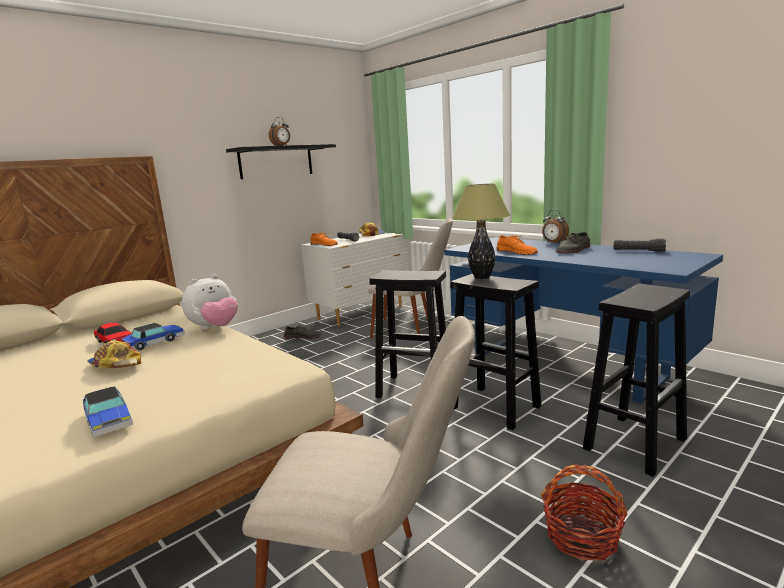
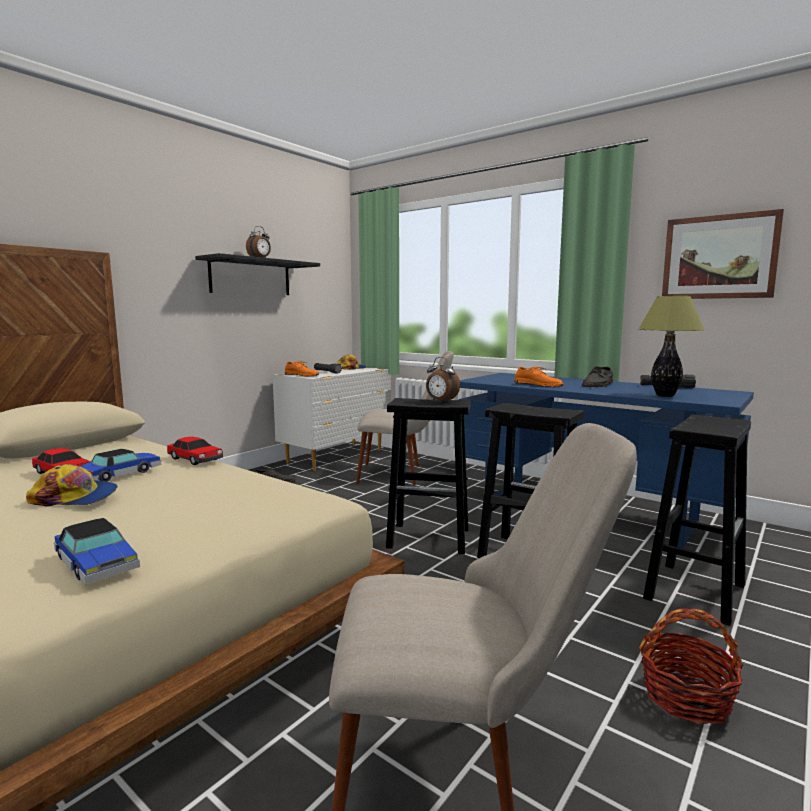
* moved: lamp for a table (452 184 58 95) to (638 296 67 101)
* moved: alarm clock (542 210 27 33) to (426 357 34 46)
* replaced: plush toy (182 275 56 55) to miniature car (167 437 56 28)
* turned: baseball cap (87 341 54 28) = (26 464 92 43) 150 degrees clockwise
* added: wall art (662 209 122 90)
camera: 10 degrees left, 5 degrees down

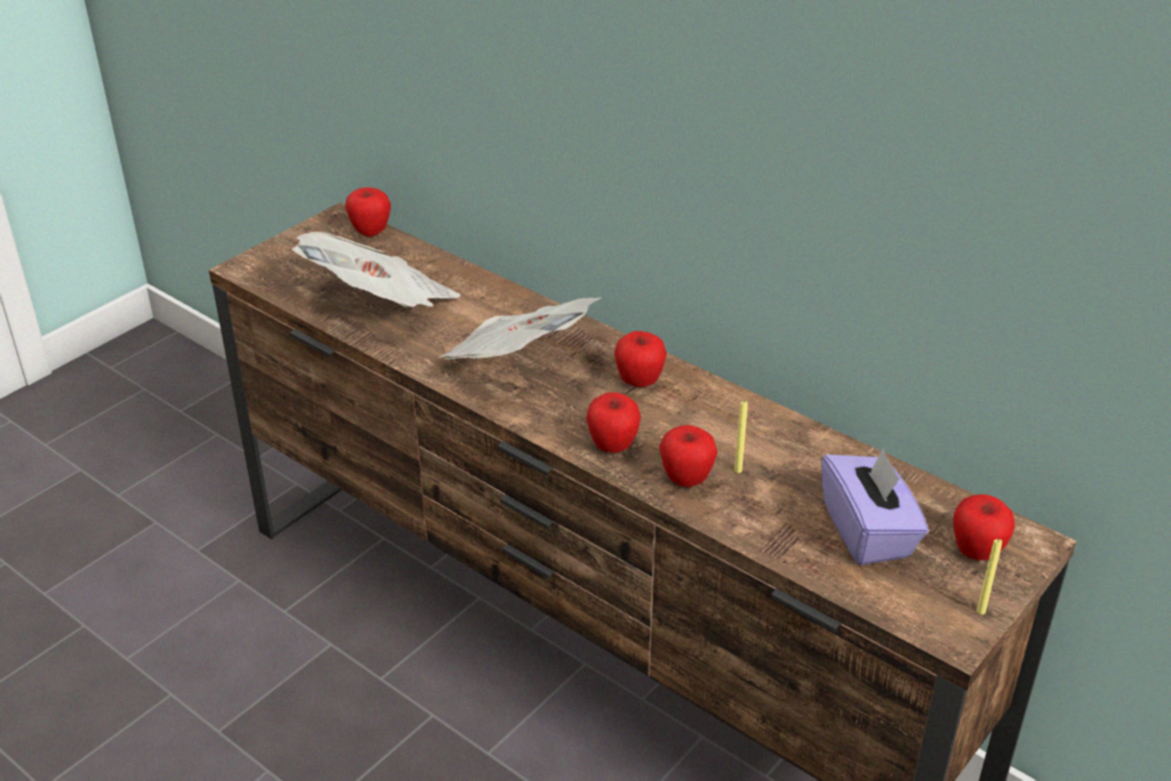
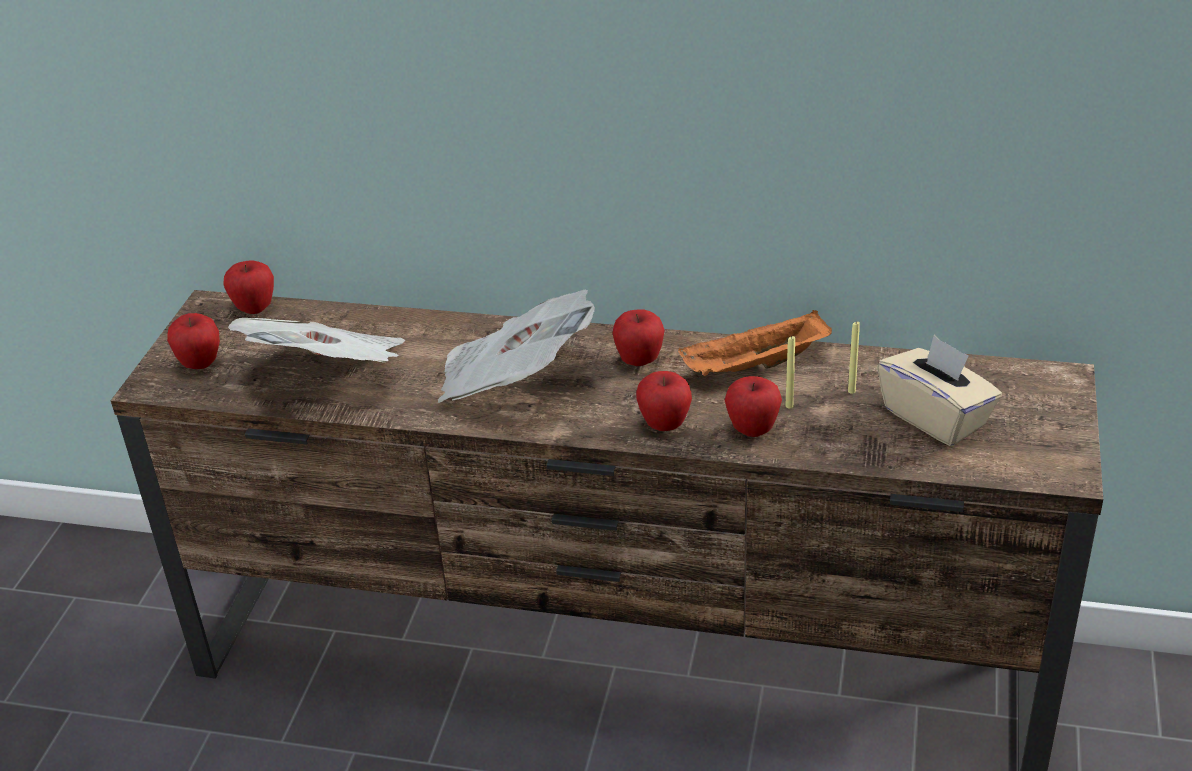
* recoloured: tissue box in purple (821 447 107 118) to tissue box in beige-coloured (877 335 125 111)
* moved: apple fruit (953 494 62 66) to (167 313 53 56)
* moved: wax candle in yellow-coloured (977 538 25 77) to (848 322 12 72)
* added: carrying tray in orangey (678 310 154 66)
camera: 25 degrees left, 0 degrees up

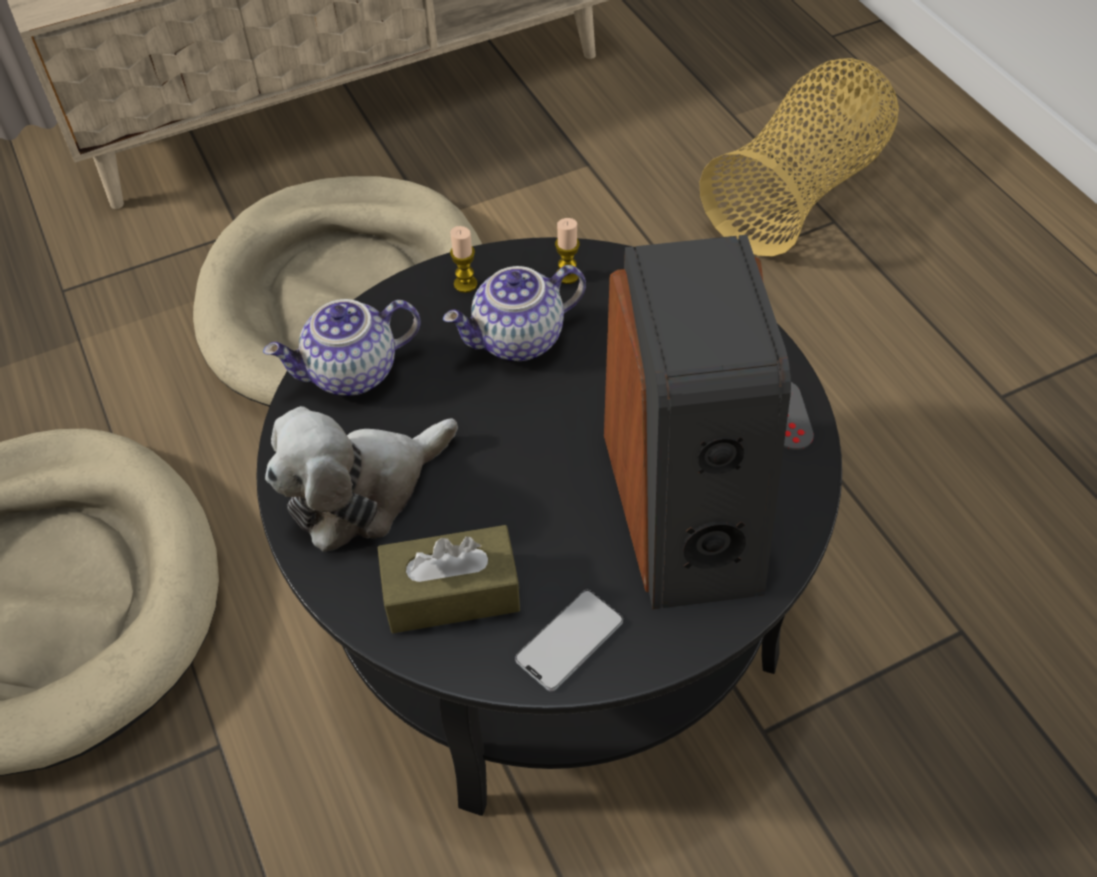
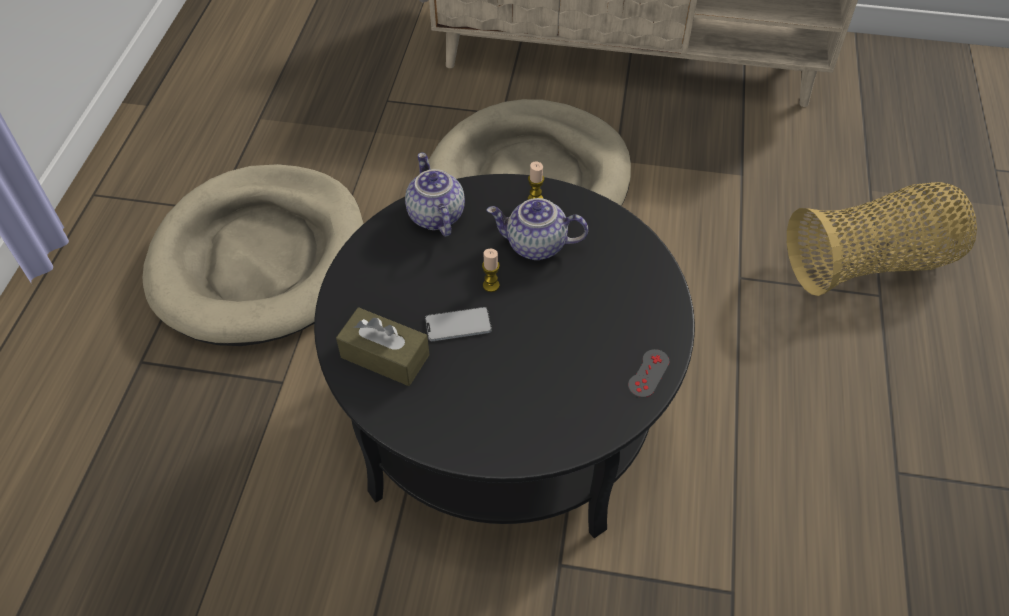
* moved: wax candle (555 218 25 66) to (482 249 18 43)
* removed: audio speaker (604 235 187 374)
* turned: pot for tea (263 299 158 96) = (405 152 60 85) 60 degrees clockwise
* removed: plush toy (265 406 193 146)
* moved: telephone (515 590 108 102) to (425 307 67 34)
camera: 35 degrees right, 0 degrees up

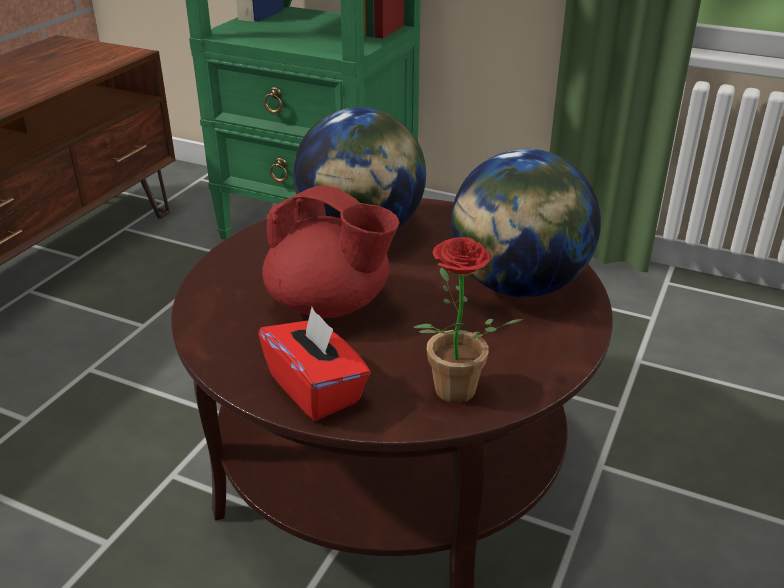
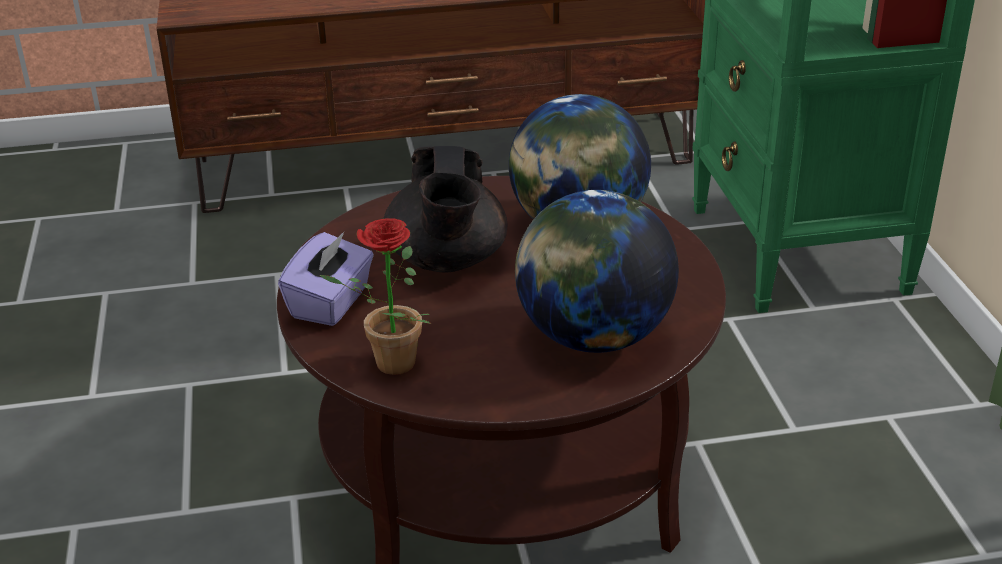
* recoloured: pot for tea in red-coloured (262 185 137 133) to pot for tea in black (383 146 124 126)
* recoloured: tissue box in red-coloured (258 307 112 114) to tissue box in purple (278 232 96 94)
camera: 55 degrees right, 0 degrees up

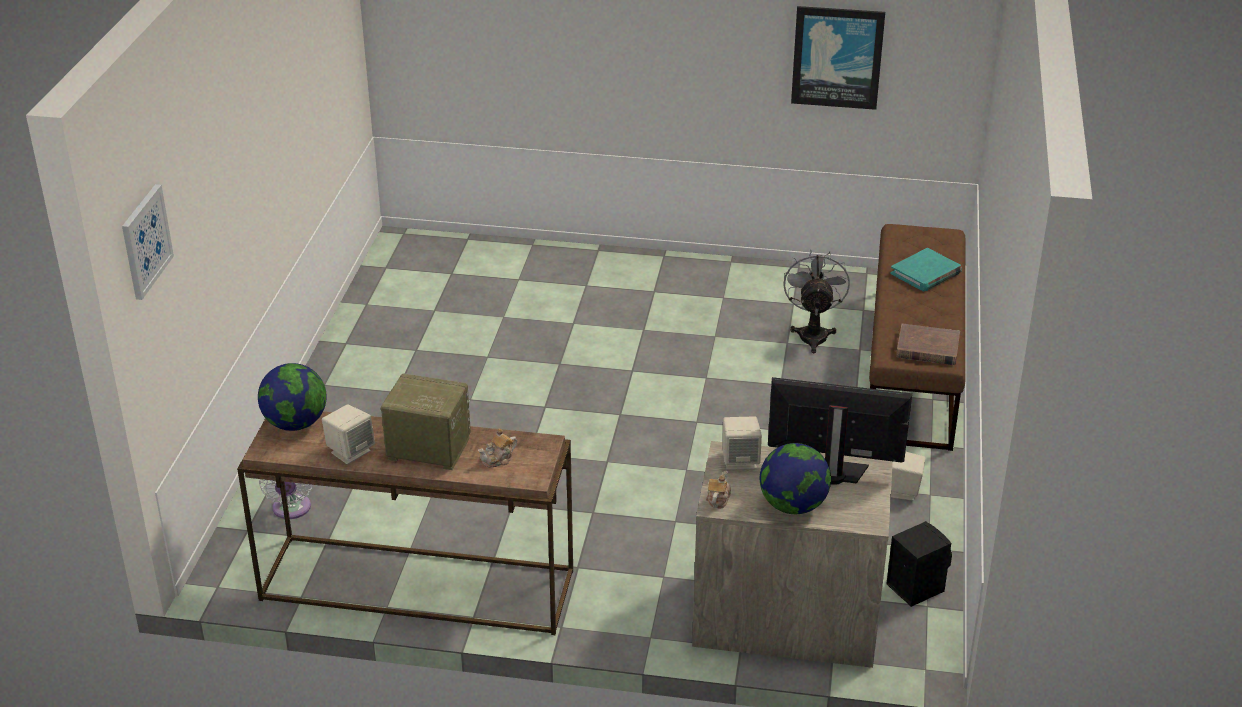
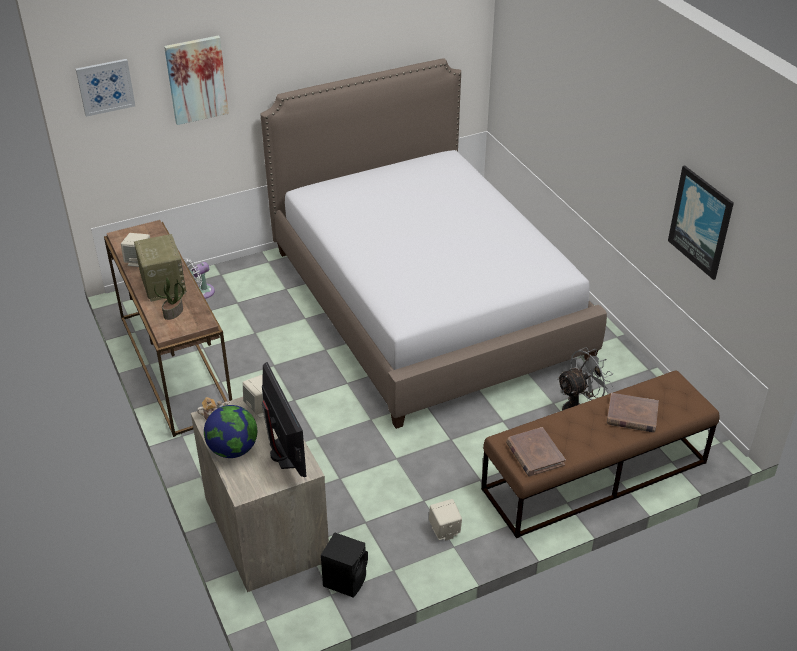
* recoloured: bound book in blue-green (890 248 72 43) to bound book in brown-coloured (607 393 52 40)
* removed: globe (258 363 69 68)
* replaced: pot for tea (478 428 39 39) to houseplant (154 277 30 43)
* added: wall art (164 36 65 89)
* added: bedroom bed (261 58 346 371)
camera: 55 degrees right, 5 degrees up

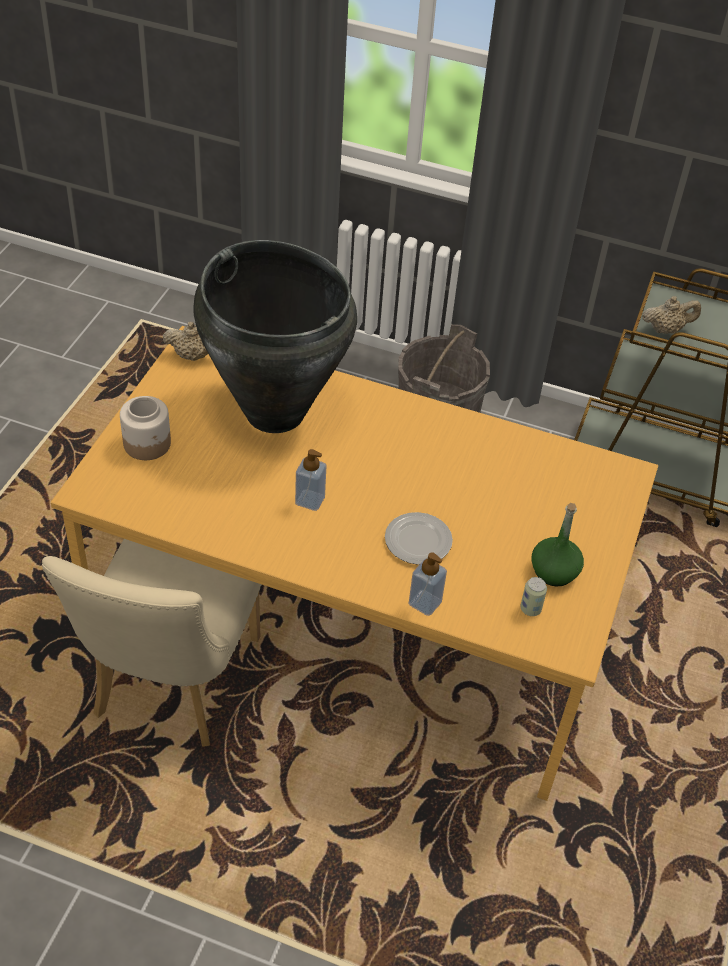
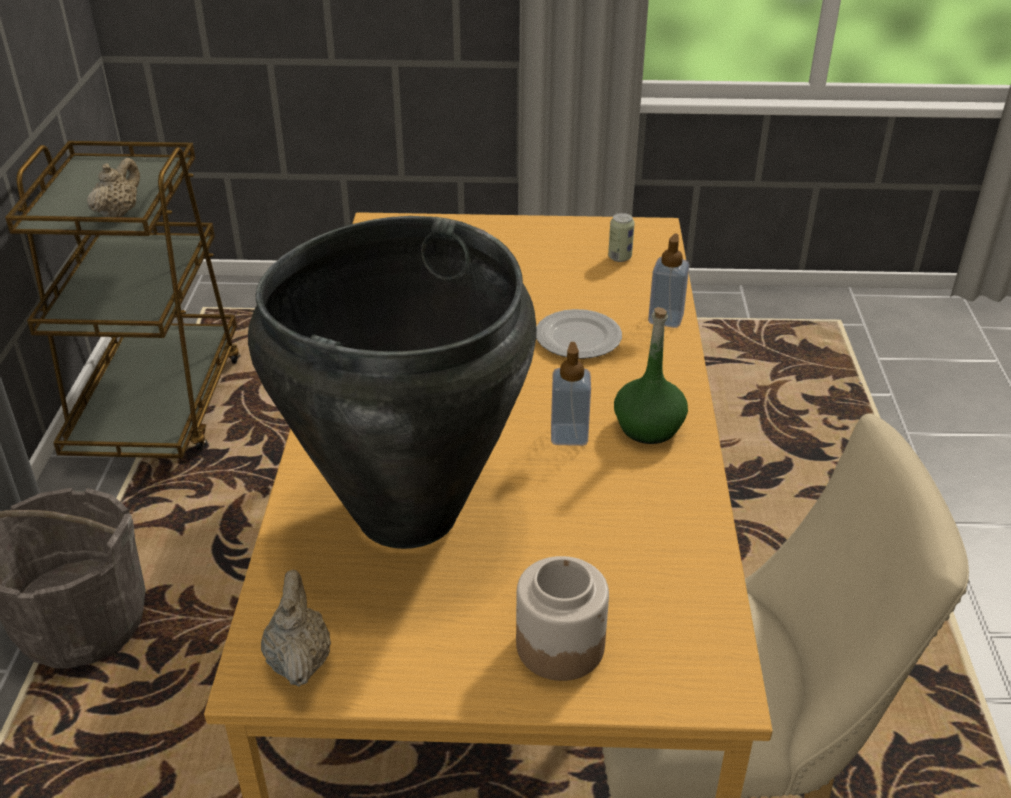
* turned: pot for tea in beige-coloured (642 296 59 38) = (87 158 53 59) 45 degrees clockwise
* moved: bottle in green (531 503 53 84) to (614 307 74 137)
camera: 105 degrees left, 10 degrees down

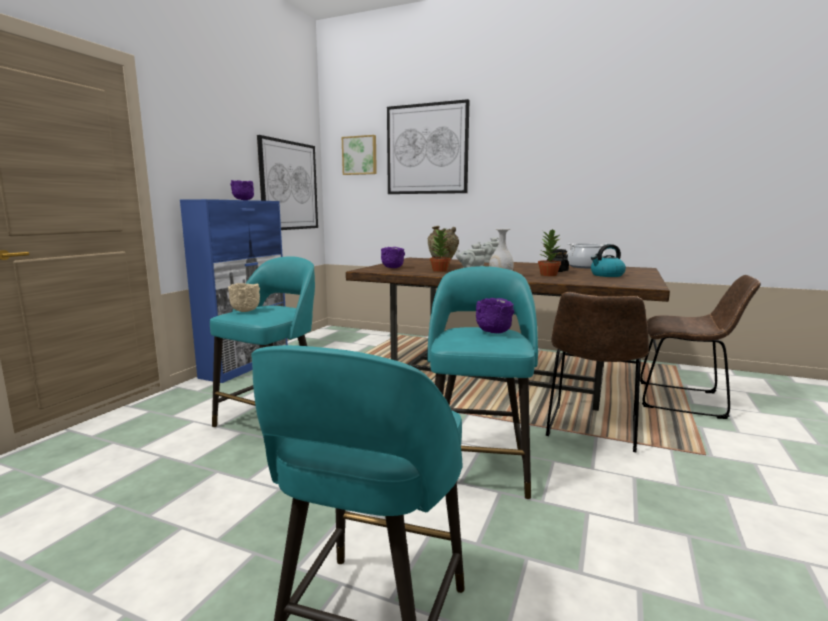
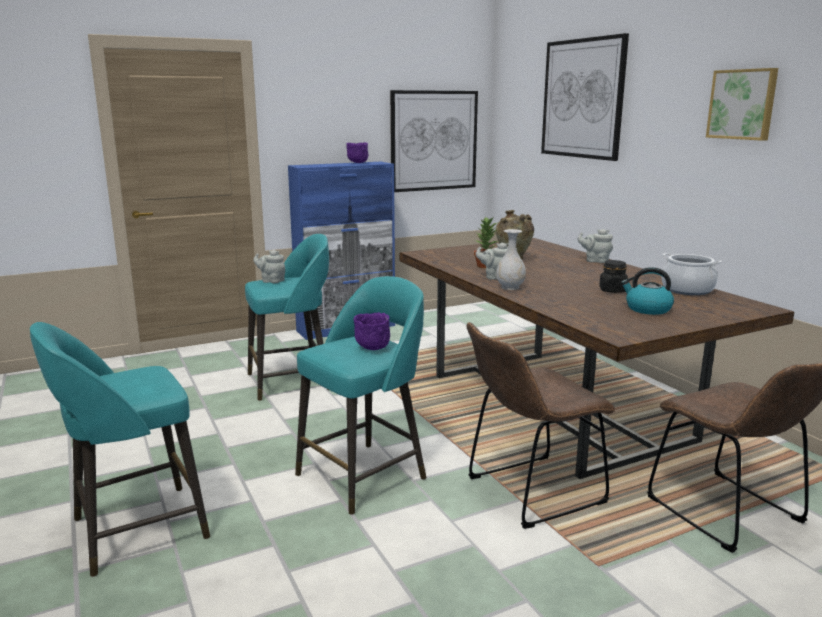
* moved: wall art (342 135 35 40) to (706 68 72 73)
* removed: houseplant (538 229 23 47)
* removed: serving bowl in purple (381 247 24 21)
* replaced: serving bowl in beige-coloured (228 283 32 29) to pot for tea in grey (253 250 32 33)
camera: 40 degrees right, 5 degrees up

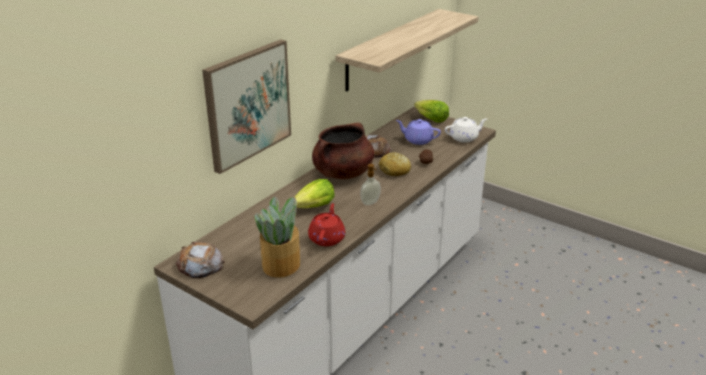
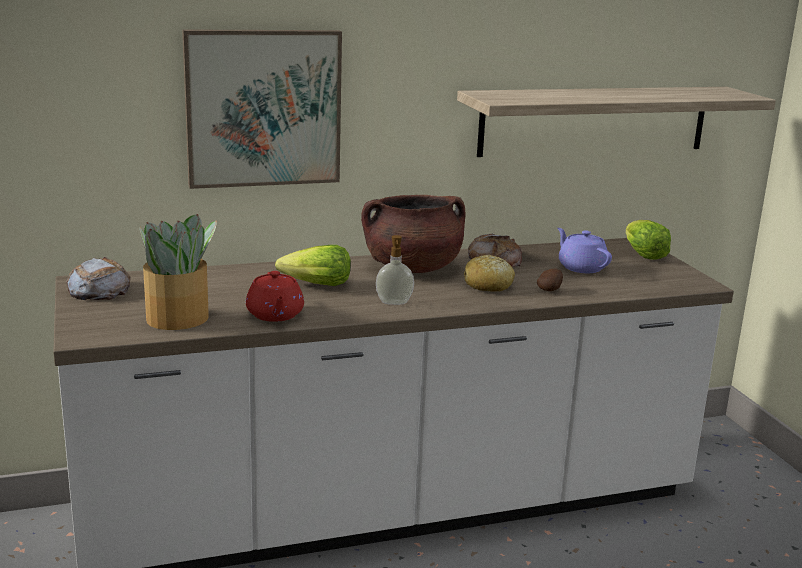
* removed: pot for tea in white-coloured (445 117 42 25)
* turned: pot for tea in red-coloured (308 203 37 43) = (246 271 58 51) 120 degrees clockwise
camera: 35 degrees right, 10 degrees down

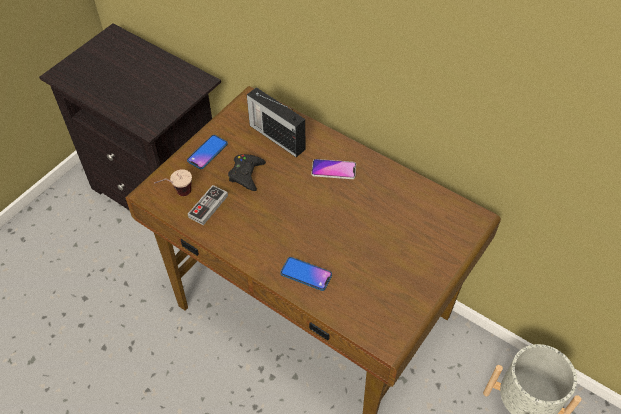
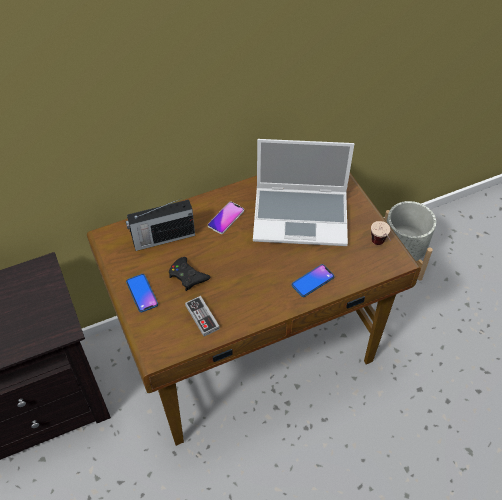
* moved: small cup (154 169 38 27) to (371 221 20 24)
* added: portable computer (253 139 101 107)
camera: 60 degrees left, 0 degrees up

